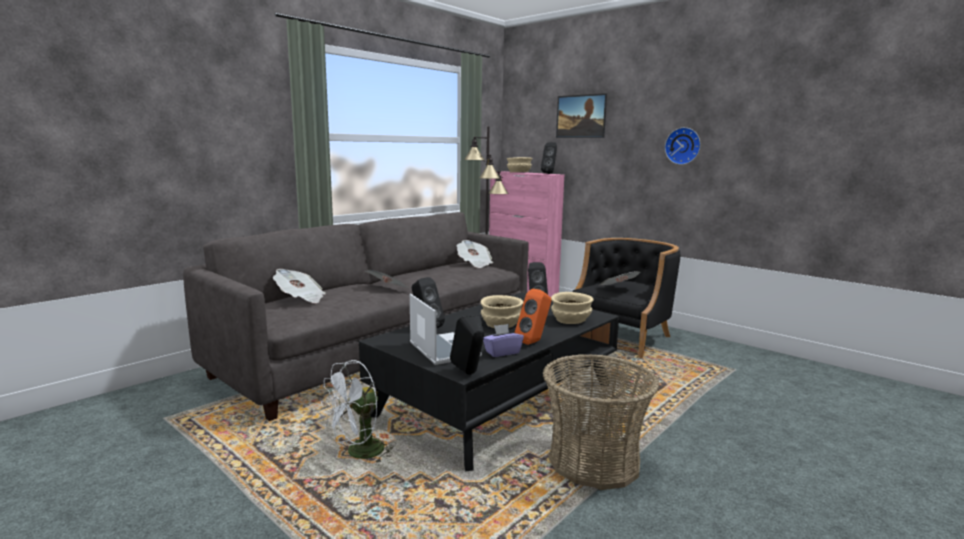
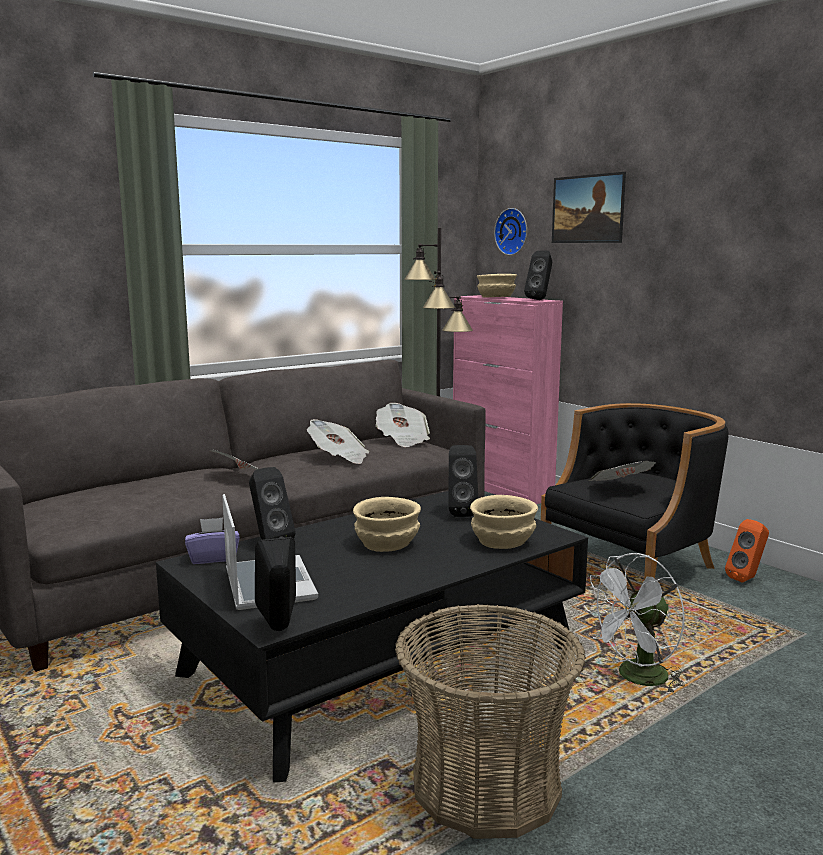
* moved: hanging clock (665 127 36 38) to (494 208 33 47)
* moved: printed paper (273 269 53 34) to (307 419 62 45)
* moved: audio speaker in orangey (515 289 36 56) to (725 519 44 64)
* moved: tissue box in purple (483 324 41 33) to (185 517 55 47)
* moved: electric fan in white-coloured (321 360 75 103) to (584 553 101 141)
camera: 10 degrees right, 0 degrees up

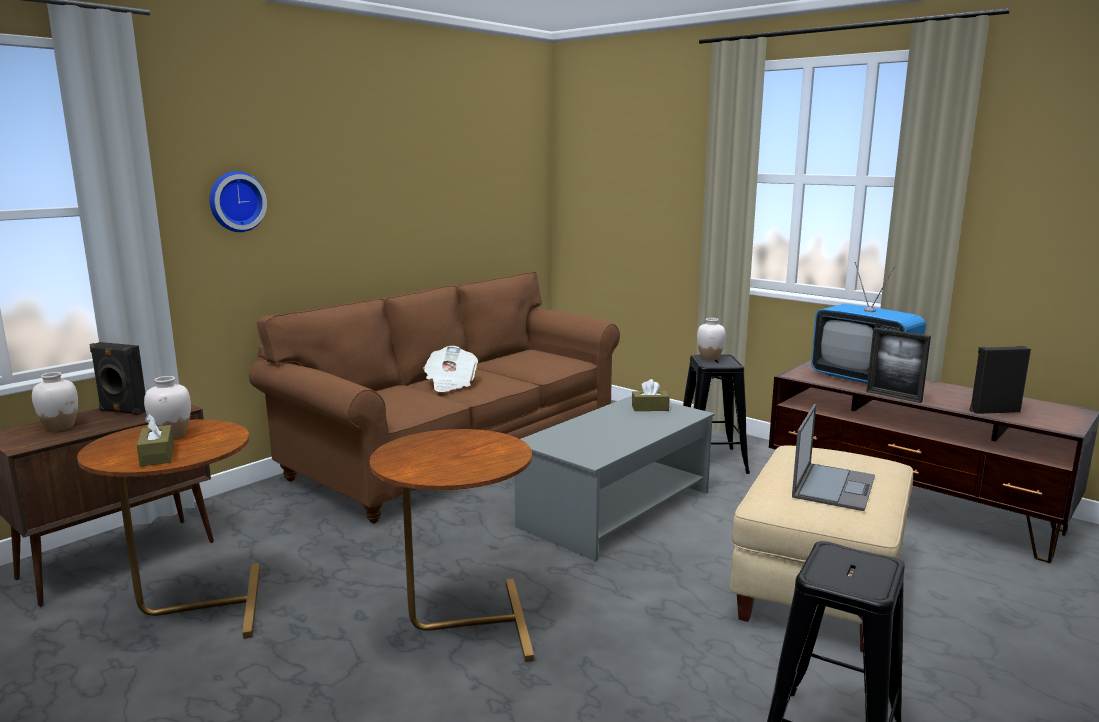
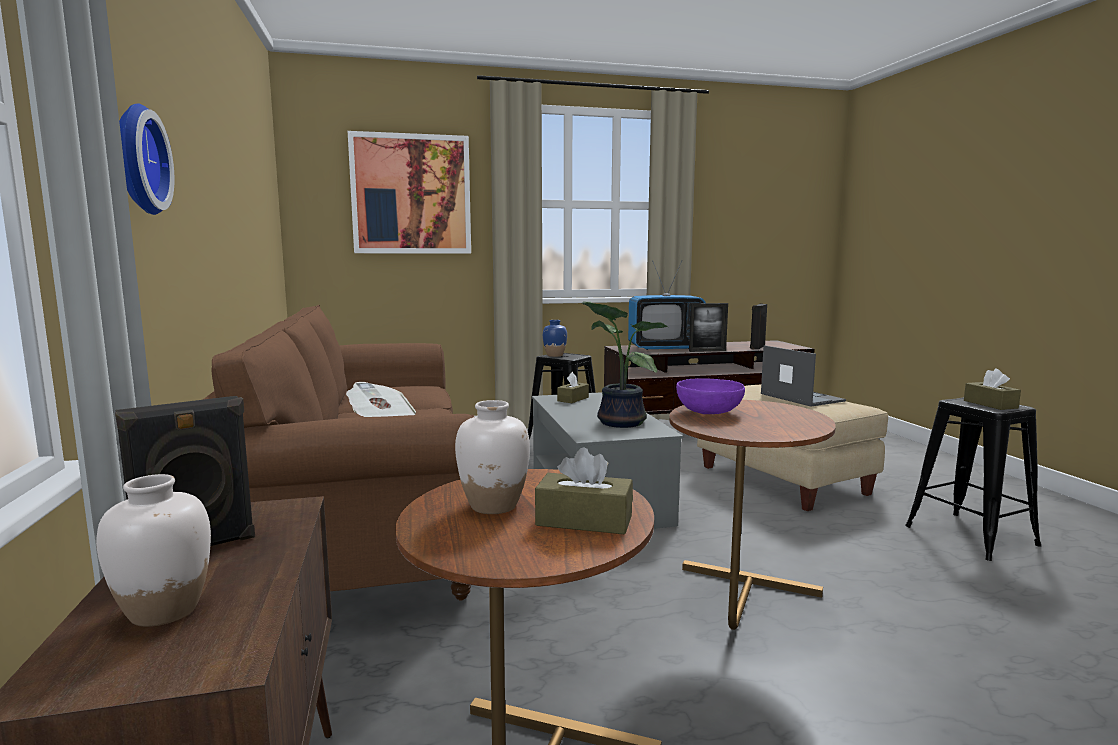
* recoloured: flower vase in white-coloured (697 318 29 42) to flower vase in blue (543 320 24 37)
* added: wall art (348 131 123 122)
* added: houseplant (582 301 86 127)
* added: tissue box in brown-coloured (964 368 57 42)
* added: serving bowl in purple (676 378 69 36)
camera: 55 degrees left, 5 degrees down

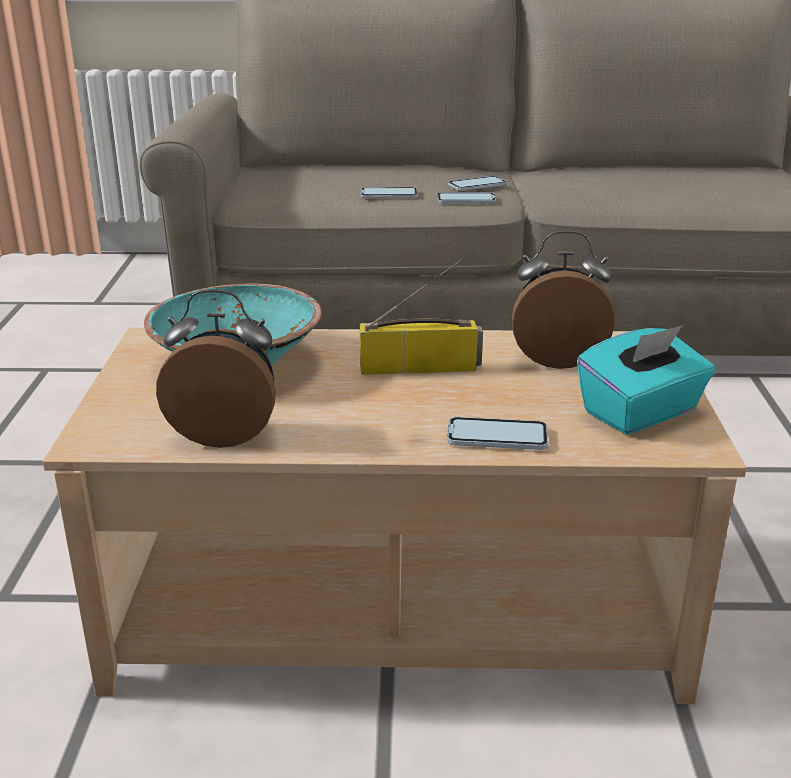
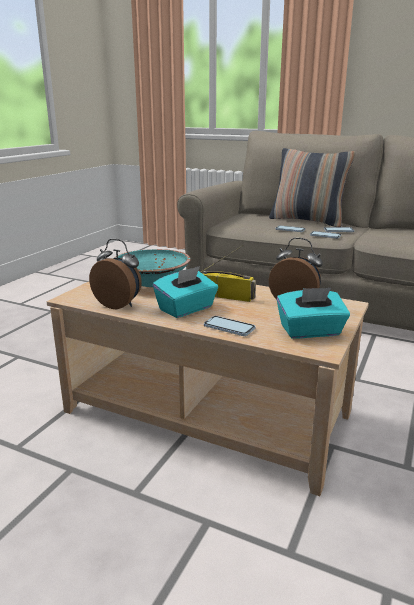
* added: cushion (269 148 86 79)
* added: tissue box in blue-green (153 266 65 52)
camera: 25 degrees right, 5 degrees down

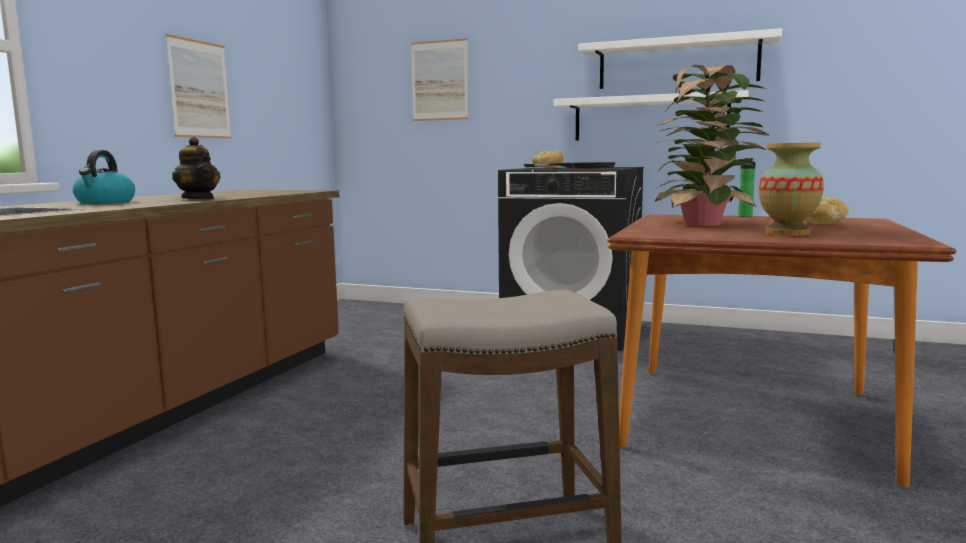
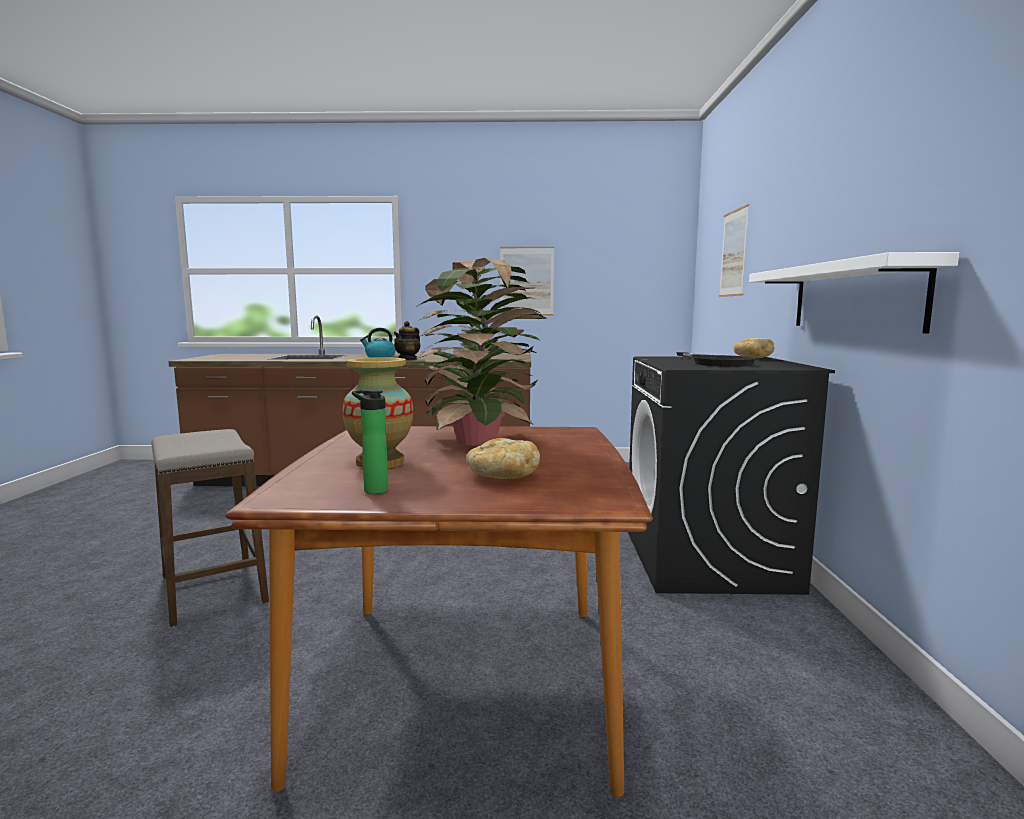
* removed: shelf in white-coloured (578 28 204 61)
* moved: bottle (738 158 18 59) to (352 390 36 104)
camera: 70 degrees right, 0 degrees up

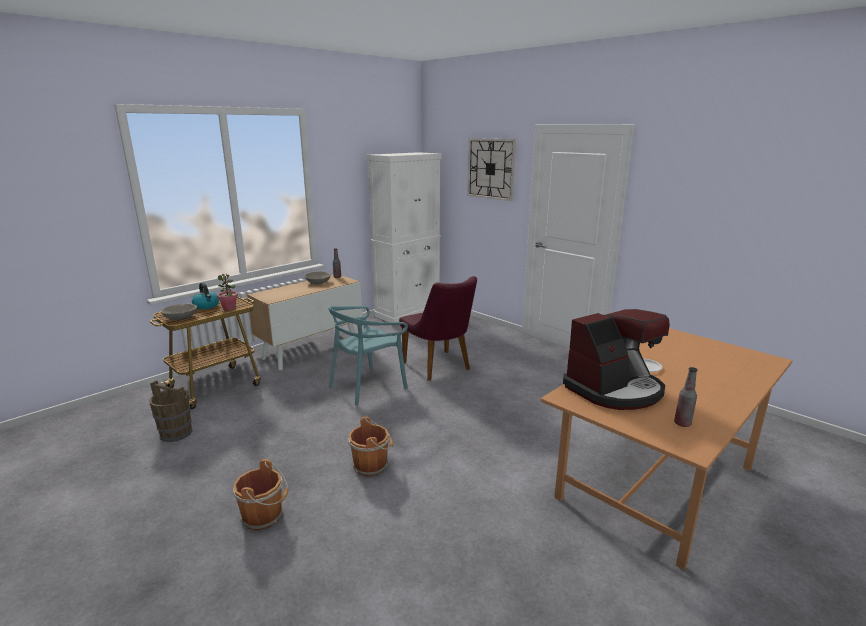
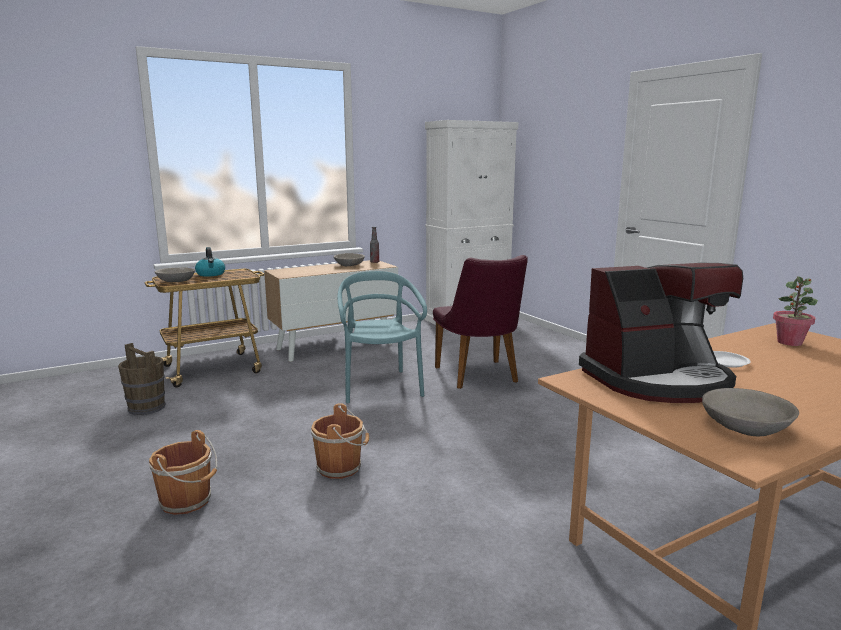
* removed: hanging clock (467 138 49 63)
* moved: houseplant (217 274 21 37) to (773 276 45 70)
* turned: chair in blue-green (328 306 80 100) = (338 271 89 133) 105 degrees clockwise
* replaced: bottle (674 367 24 60) to serving bowl in grey (702 388 97 48)
camera: 15 degrees right, 5 degrees down

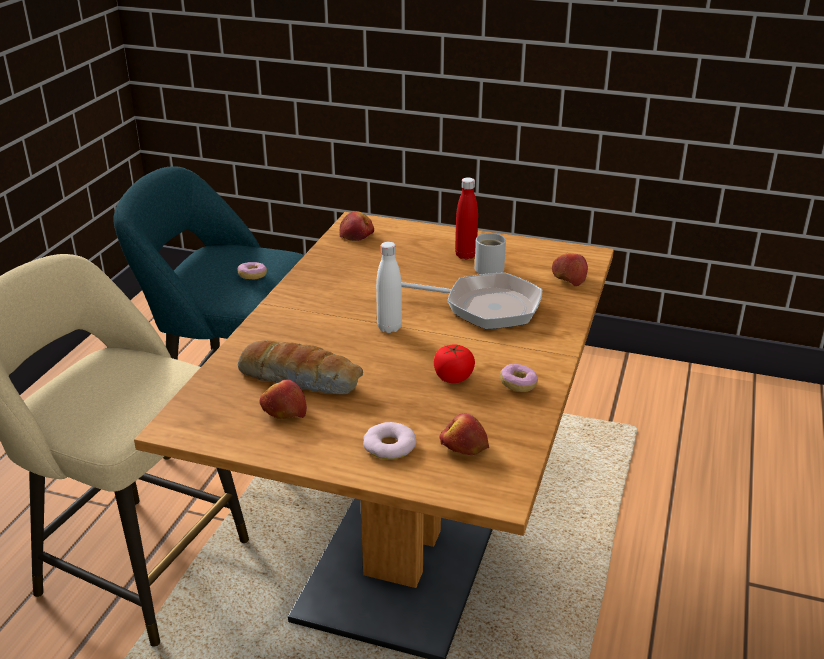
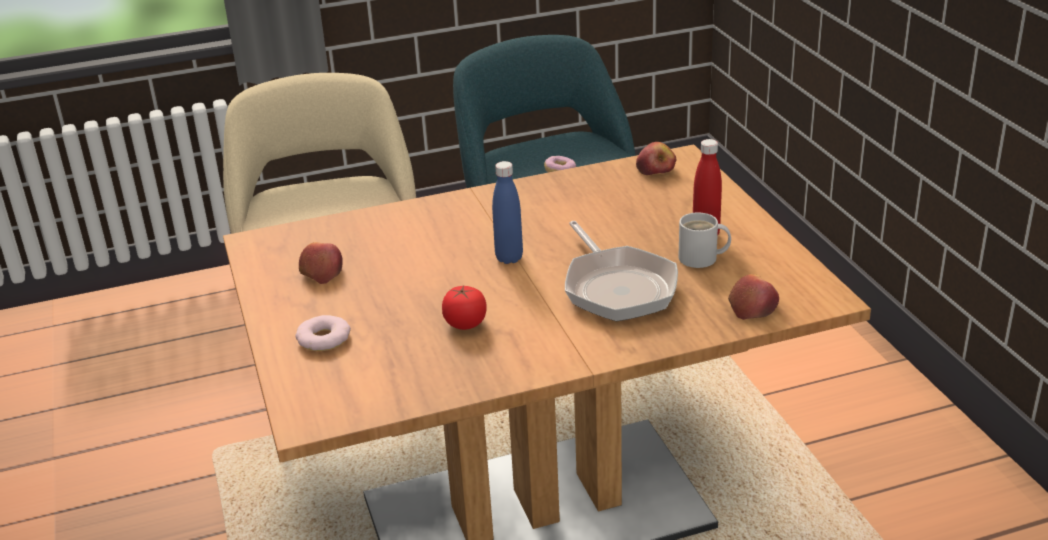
* recoloured: bottle in white-coloured (376 242 26 91) to bottle in blue (492 161 31 103)
* removed: baked bread (238 340 125 54)
* removed: ring doughnut (500 364 38 28)
* removed: apple fruit (439 413 50 42)
camera: 55 degrees right, 0 degrees up

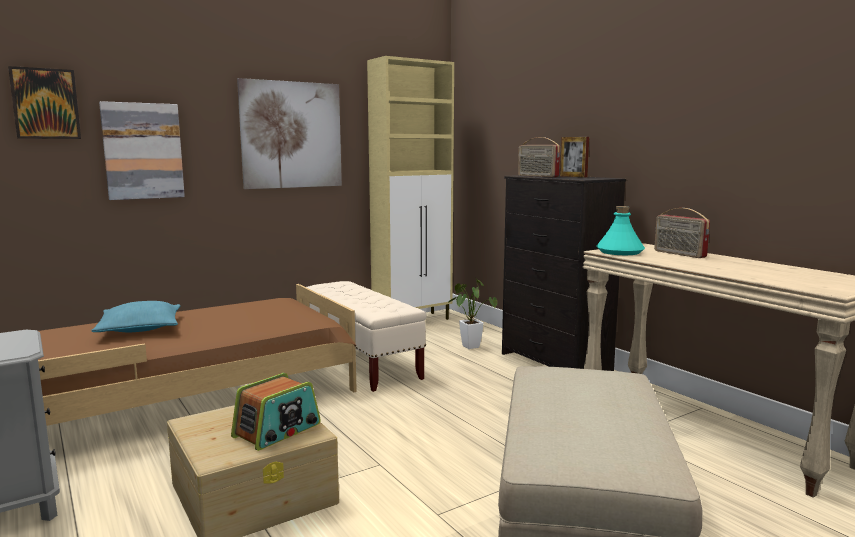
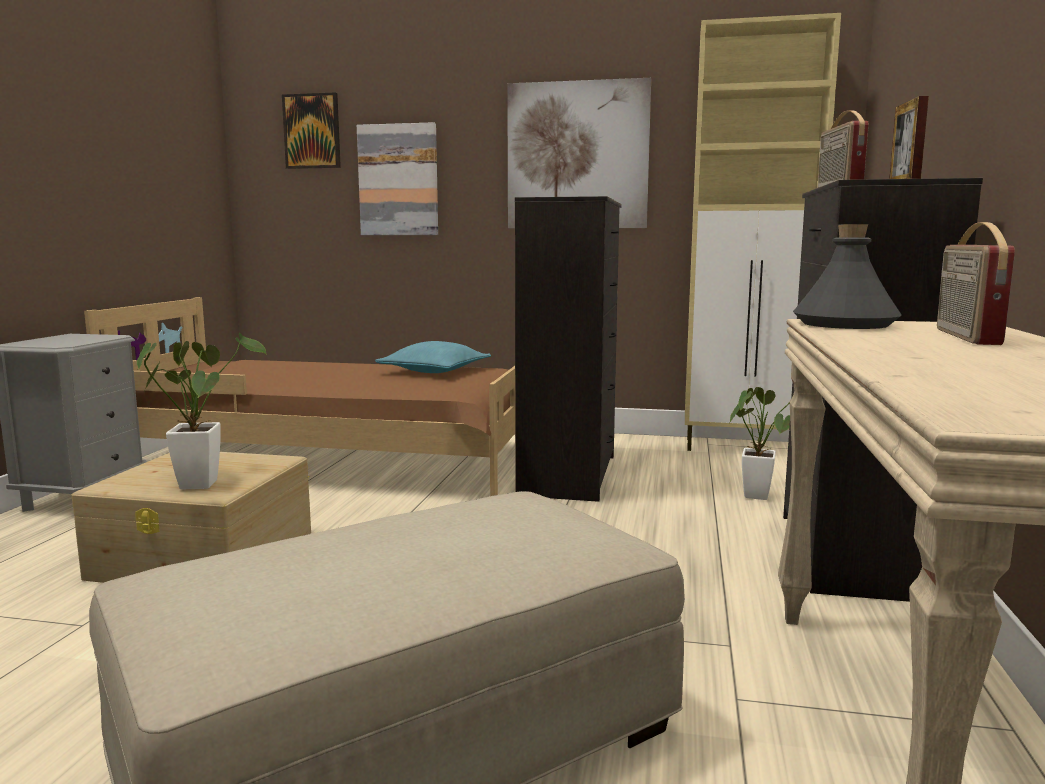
* recoloured: bottle in blue-green (596 206 49 49) to bottle in grey (793 224 109 105)
* replaced: indoor bench in beige-coloured (306 281 121 111) to chest of drawers in black (515 196 107 306)
* moved: cushion in blue-green (91 301 89 31) to (375 341 116 32)
* replaced: radio receiver (231 373 90 78) to houseplant (137 332 130 157)
camera: 45 degrees right, 0 degrees up

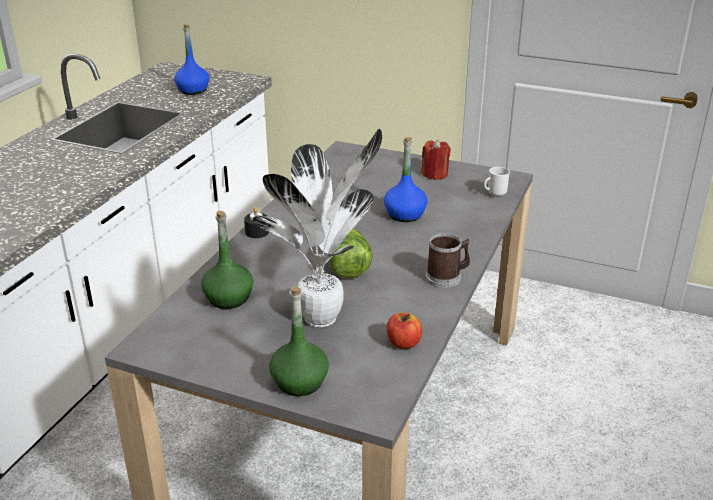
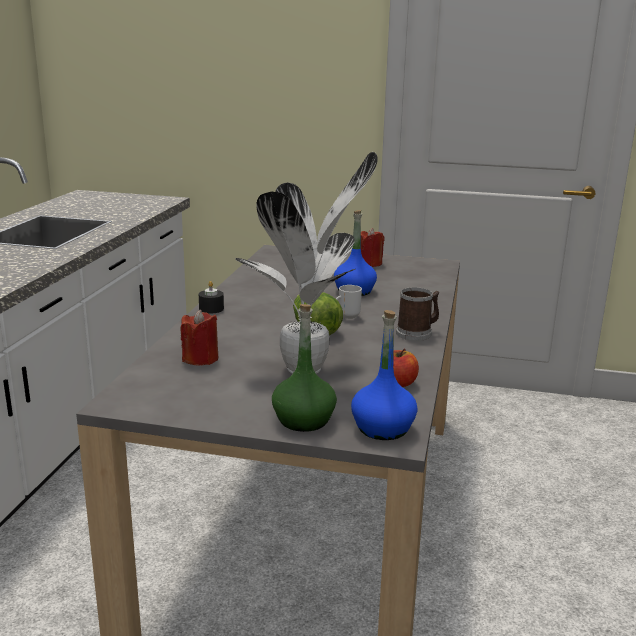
* moved: bottle in blue (174 24 35 71) to (351 310 67 130)
* moved: mug (484 167 26 30) to (336 285 26 34)
* replaced: bottle in green (201 211 52 98) to wax candle in red-coloured (181 310 37 55)
camera: 10 degrees left, 10 degrees down

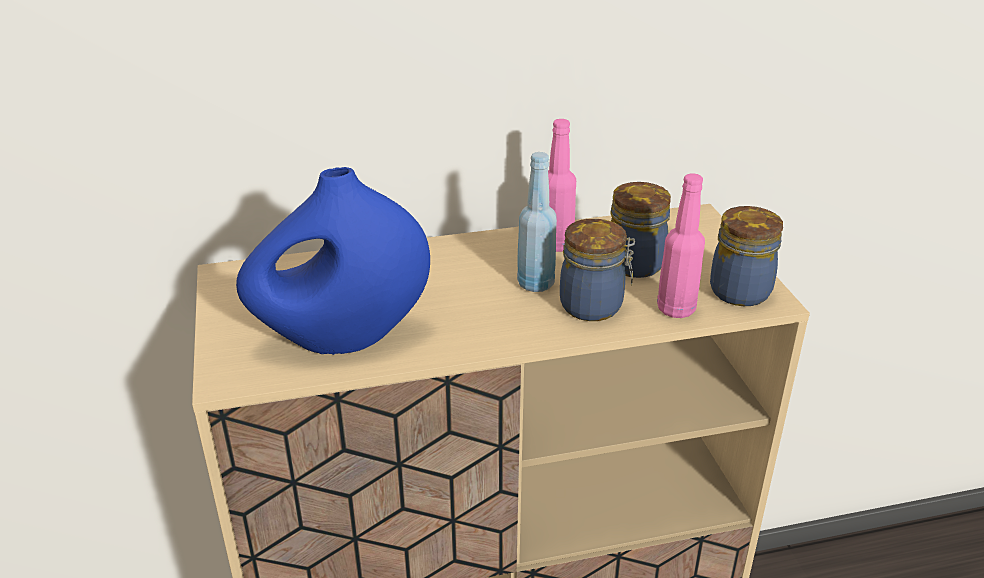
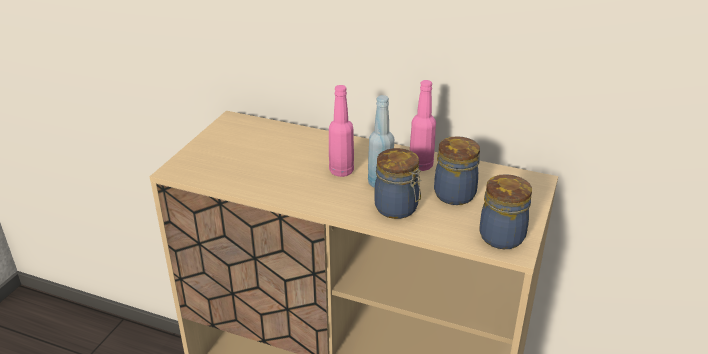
* removed: flower vase in blue (236 167 194 188)
* moved: bottle in pink (657 173 48 145) to (329 85 25 92)
camera: 35 degrees right, 0 degrees up

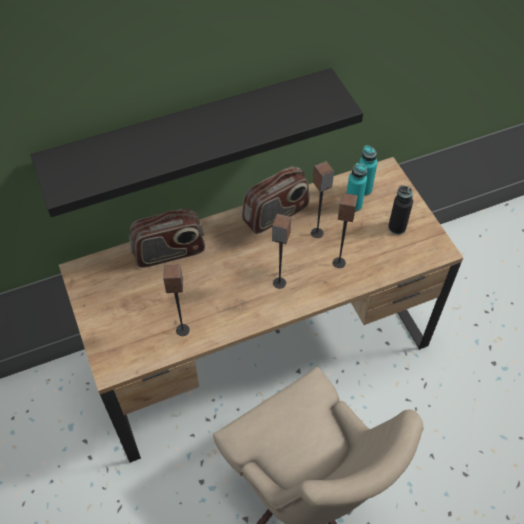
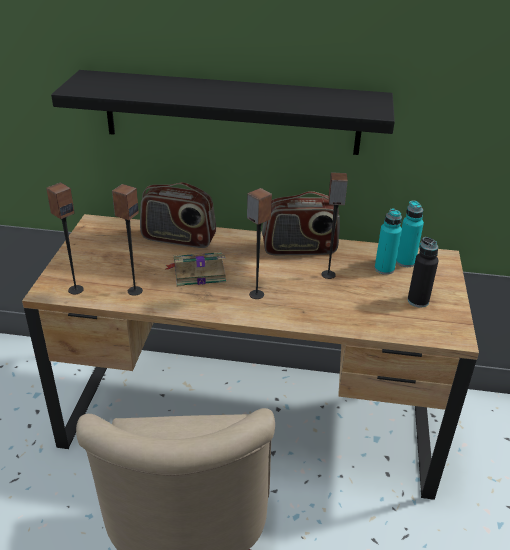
* moved: audio speaker (333 193 25 75) to (46 182 38 112)
* added: bound book (165 252 61 34)
camera: 30 degrees right, 20 degrees down

